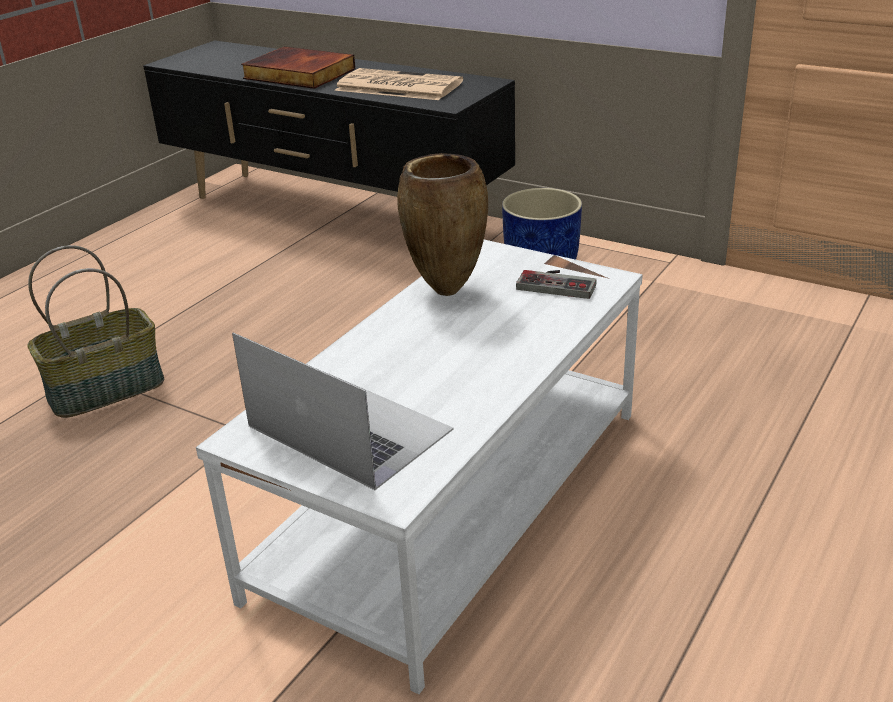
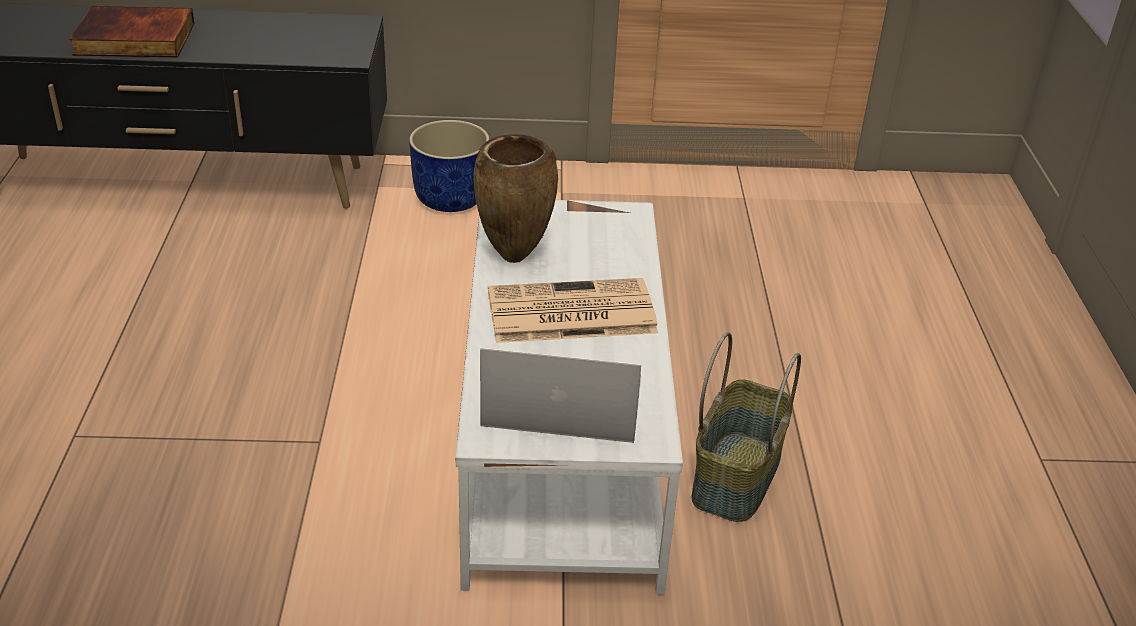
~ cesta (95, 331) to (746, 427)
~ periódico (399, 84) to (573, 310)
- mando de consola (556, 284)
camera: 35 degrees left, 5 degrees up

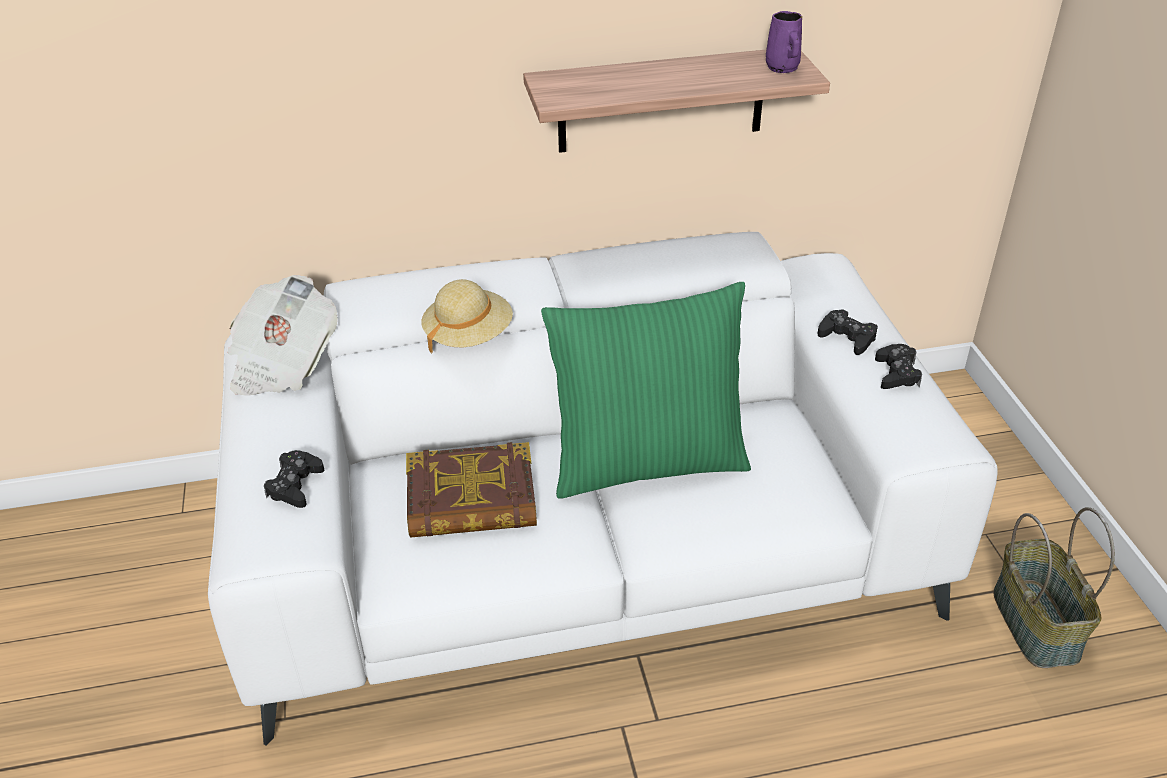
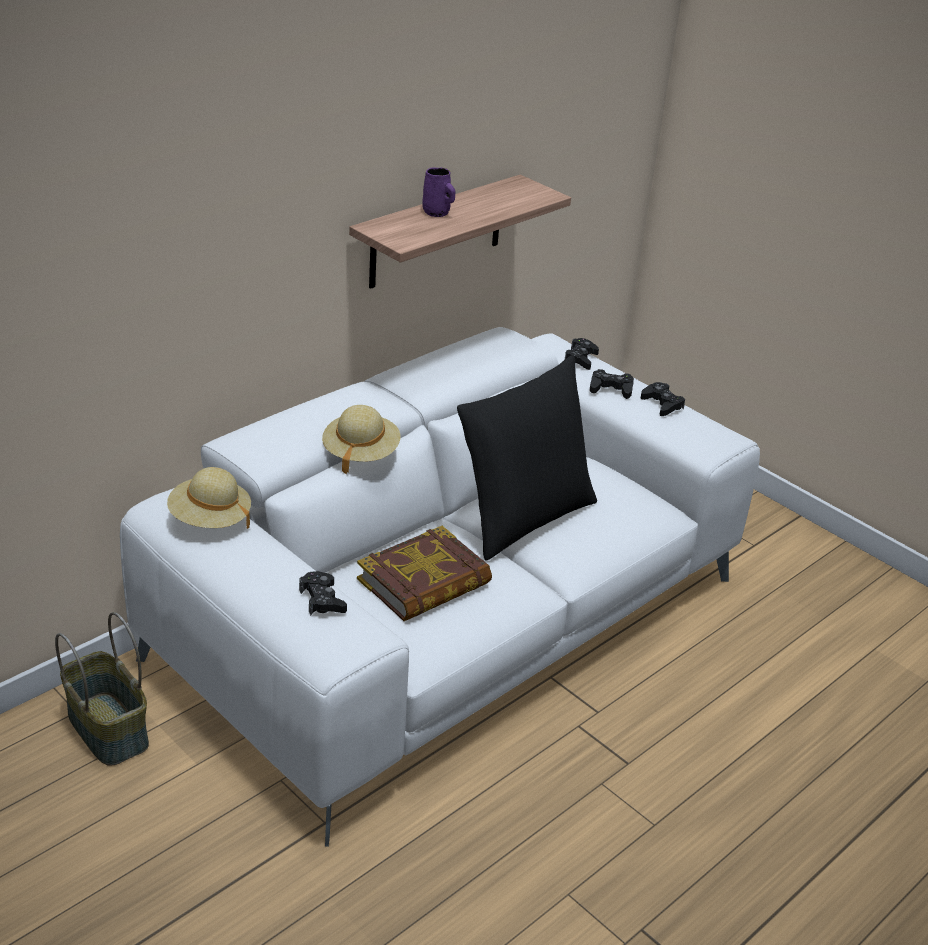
~ periódico (282, 335) to sombrero (beis) (209, 498)
~ cojín (verde) (646, 390) to cojín (negro) (527, 458)
~ taza grande (morado) (784, 42) to (438, 192)
~ cesta (1054, 587) to (102, 689)
+ mando de consola (negro) (582, 354)
camera: 35 degrees left, 5 degrees down

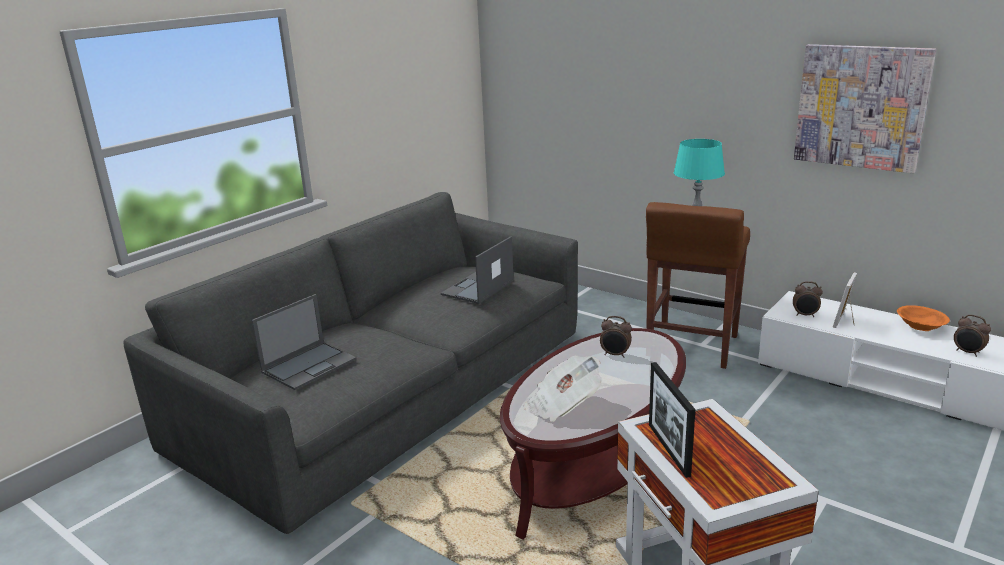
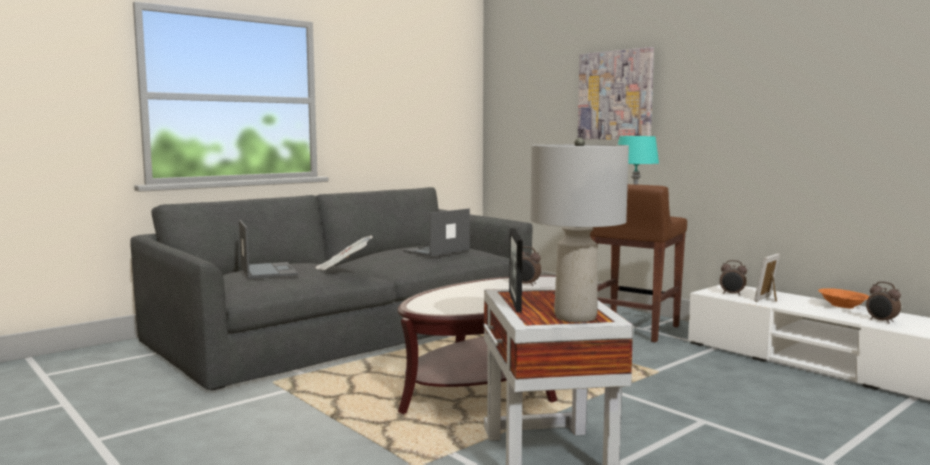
~ portátil (304, 342) = (268, 249) 75 degrees counterclockwise
~ periódico (563, 388) to (344, 253)
~ cuadro (865, 108) to (616, 93)
+ lámpara de mesa (gris) (579, 230)
camera: 10 degrees right, 15 degrees down

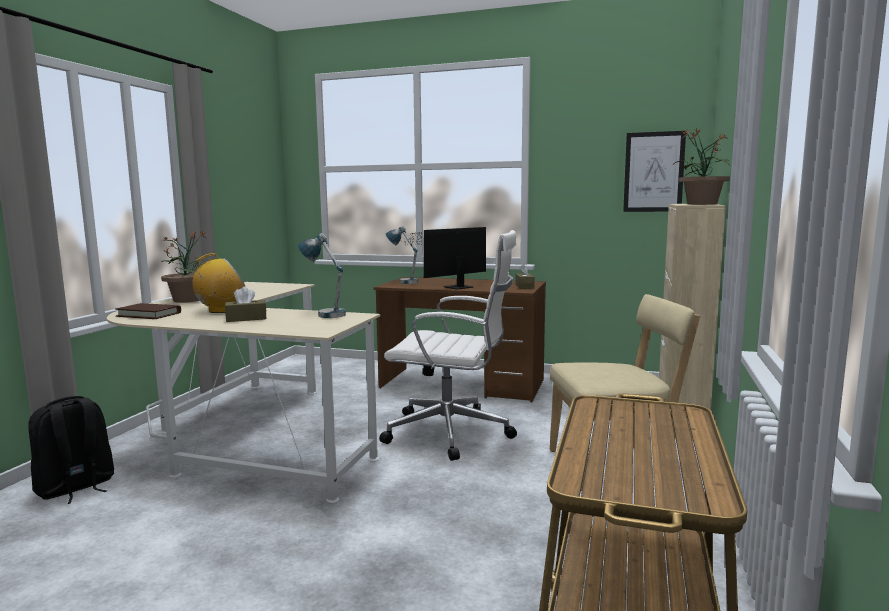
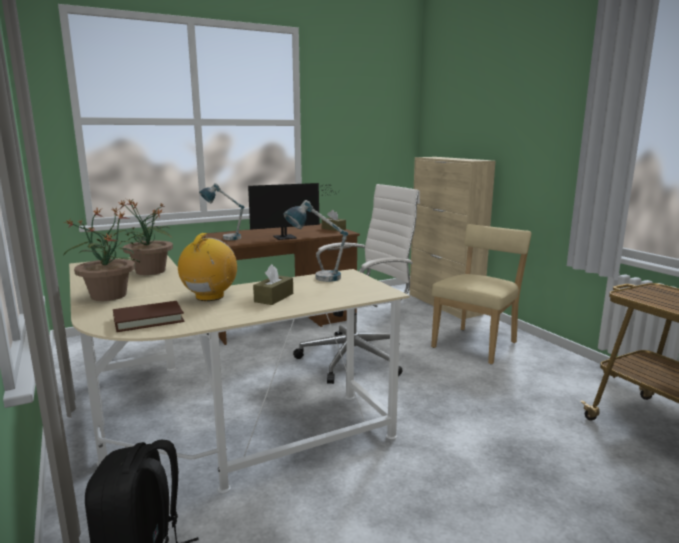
~ monitor (443, 258) = (294, 211) 120 degrees counterclockwise
- cuadro (654, 171)
~ planta en maceta (701, 166) to (143, 237)
camera: 45 degrees left, 5 degrees up

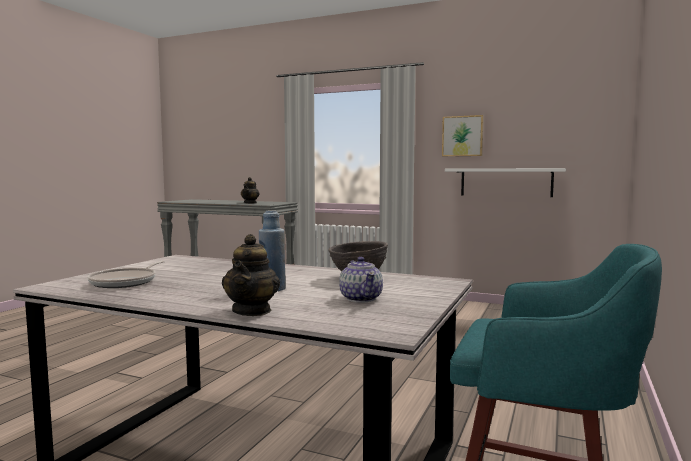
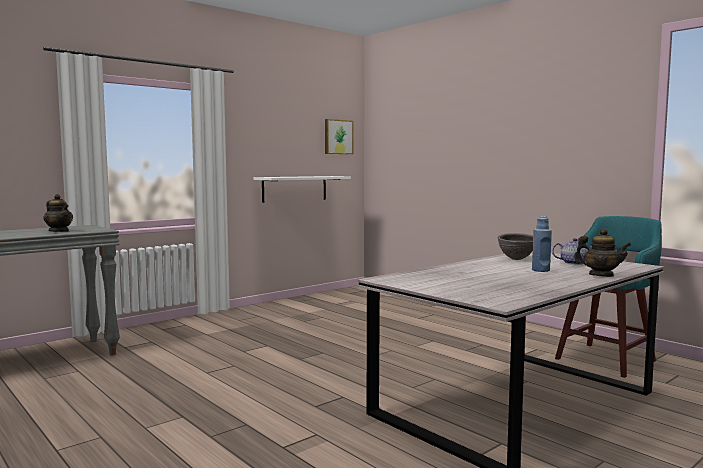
- sartén (126, 274)
~ cuadro (463, 135) to (339, 136)
camera: 65 degrees left, 0 degrees up

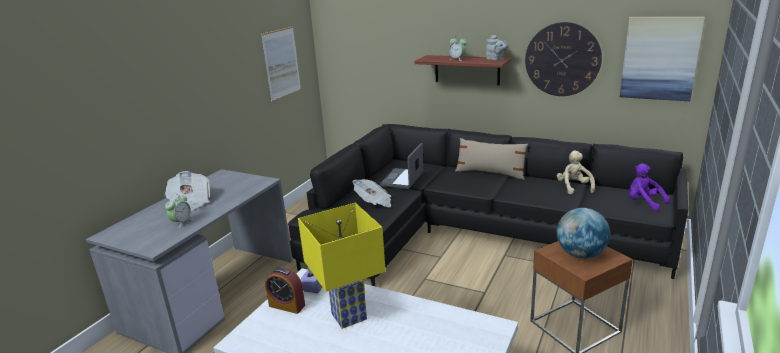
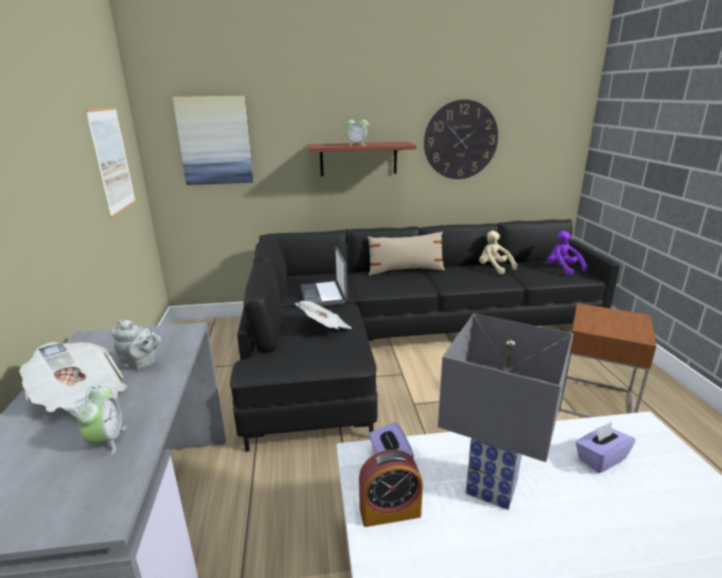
~ lámpara de mesa (amarillo) (342, 266) to lámpara de mesa (gris) (505, 411)
~ tetera (gris) (497, 47) to (136, 345)
- globo terráqueo (584, 233)
~ cuadro (662, 59) to (212, 140)
~ peluche (morado) (649, 187) = (567, 253) 45 degrees clockwise
+ caja de pañuelos (morado) (605, 447)
camera: 35 degrees left, 0 degrees up

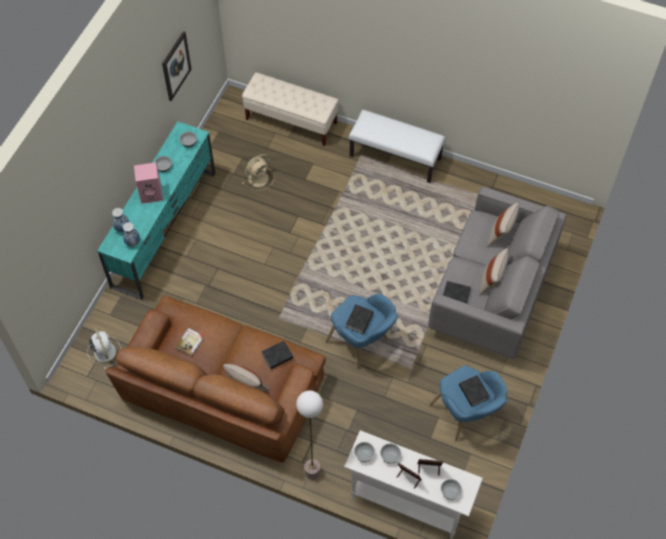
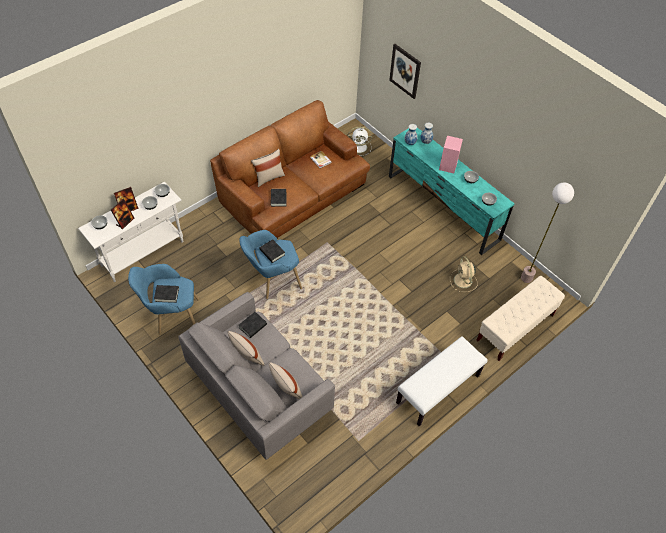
~ cuadro (177, 66) to (405, 71)
~ lámpara de pie (309, 435) to (547, 233)
camera: 115 degrees right, 5 degrees down

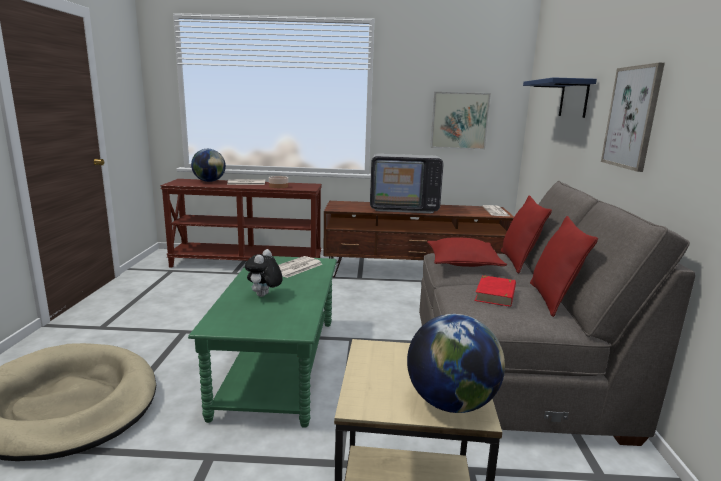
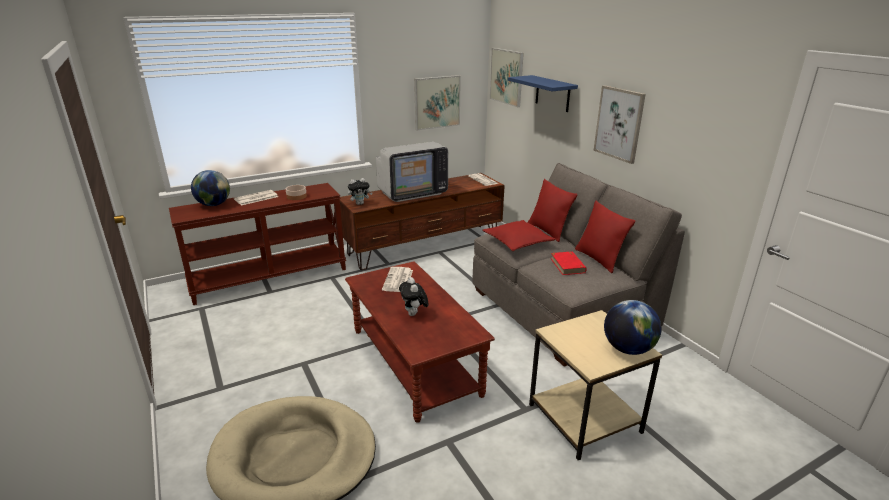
~ mesa de centro (verde) (262, 342) to mesa de centro (marrón) (420, 342)
+ peluche (360, 191)
+ cuadro (507, 77)
camera: 30 degrees left, 10 degrees up

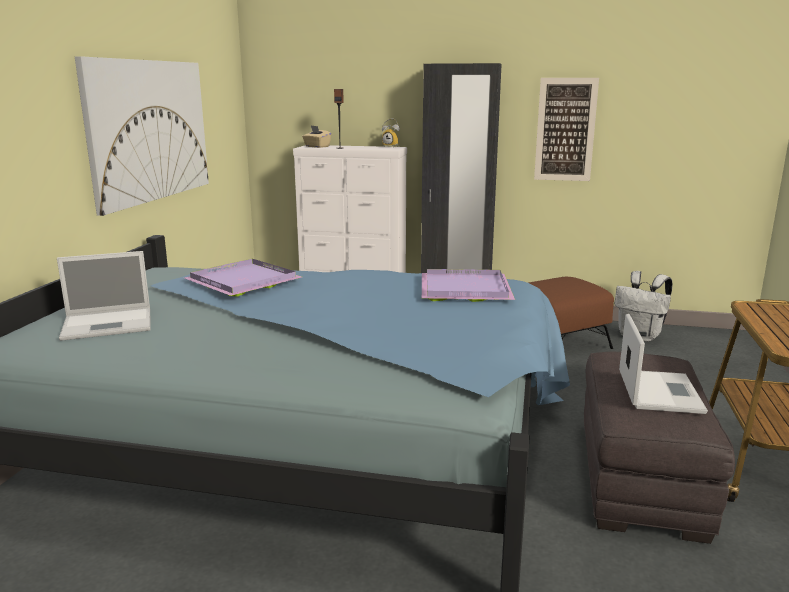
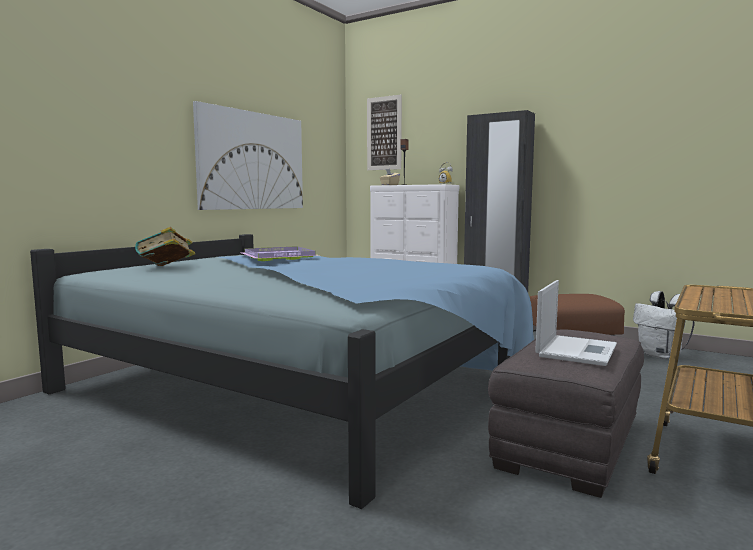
~ portátil (104, 296) to libro (165, 246)
- bandeja (morado) (468, 285)
~ cuadro (566, 129) to (384, 132)
camera: 20 degrees right, 10 degrees down

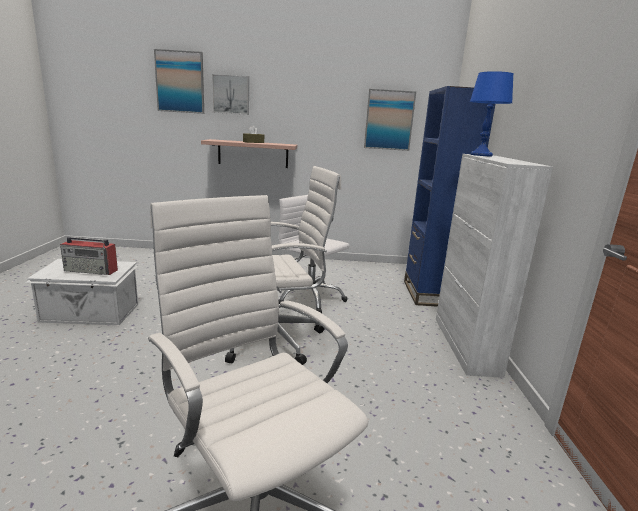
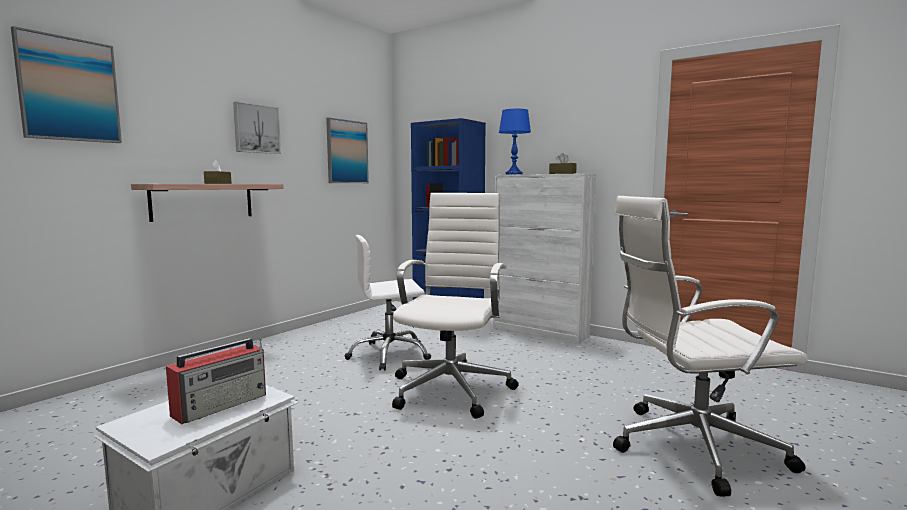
~ cuadro (230, 94) to (257, 127)
+ caja de pañuelos (marrón) (563, 163)
camera: 55 degrees left, 10 degrees down

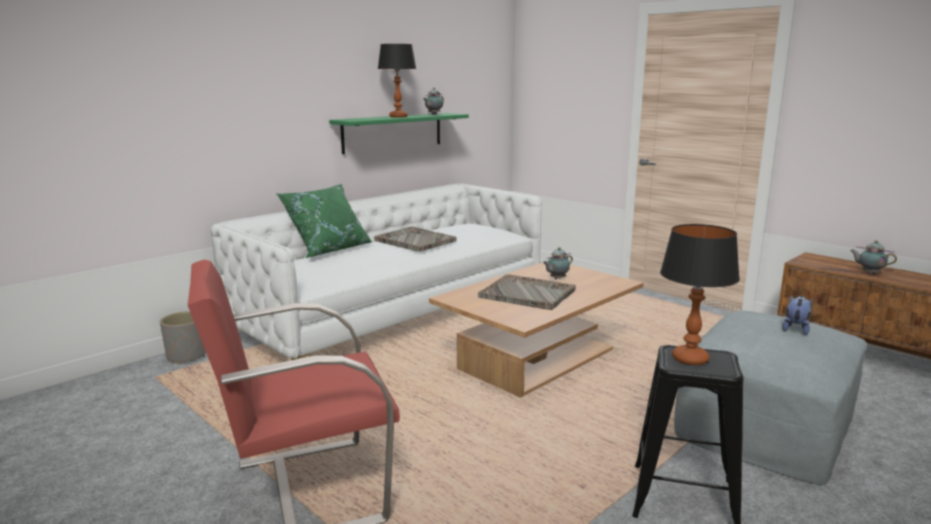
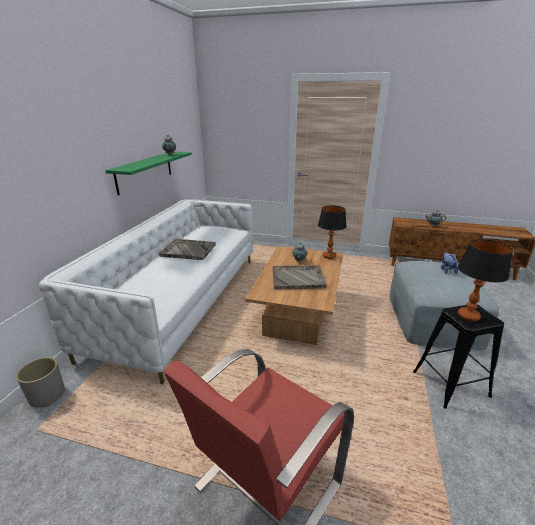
- cojín (verde) (324, 221)
~ lámpara de mesa (397, 81) to (332, 232)
camera: 30 degrees left, 10 degrees up

